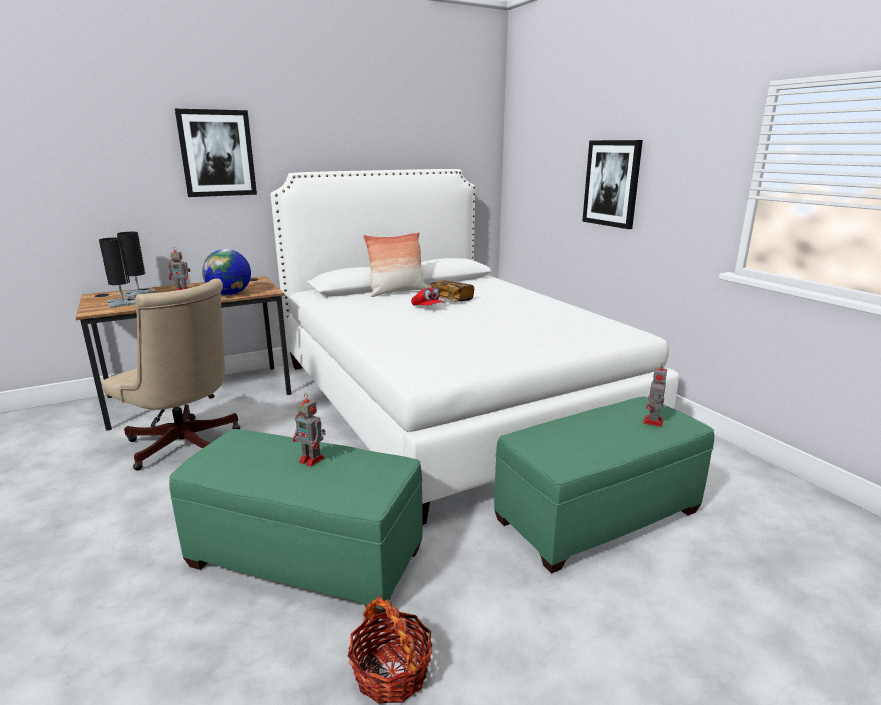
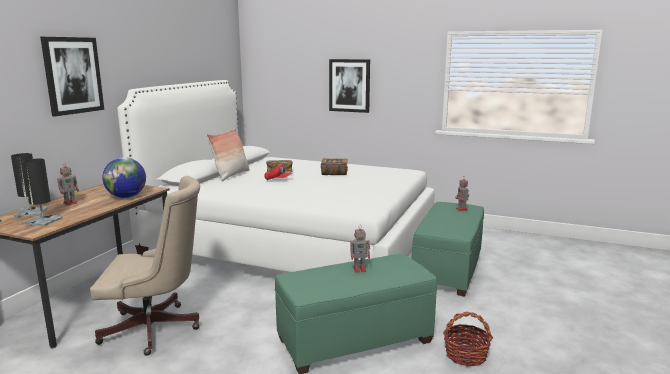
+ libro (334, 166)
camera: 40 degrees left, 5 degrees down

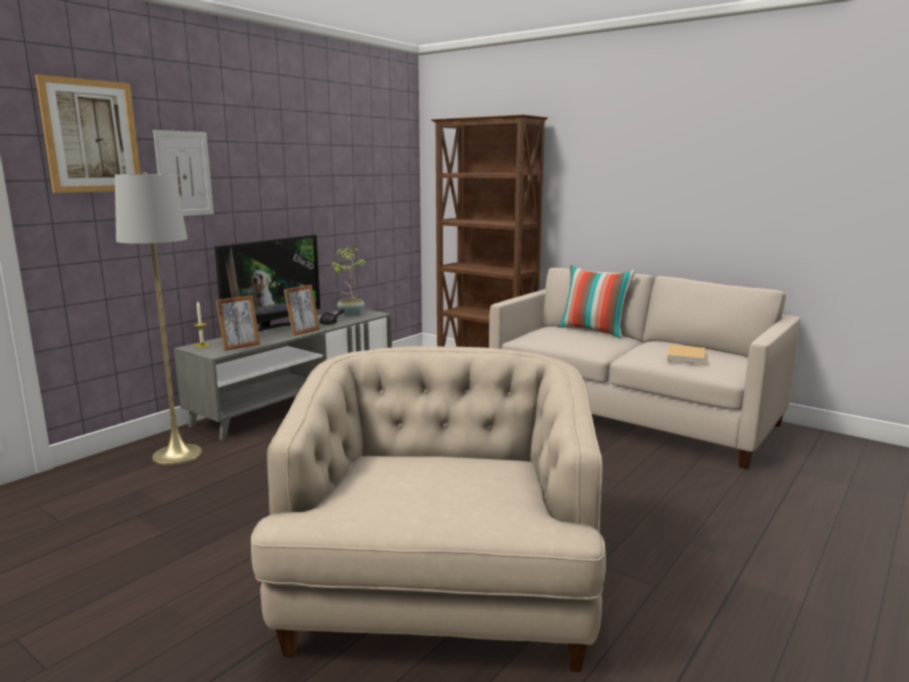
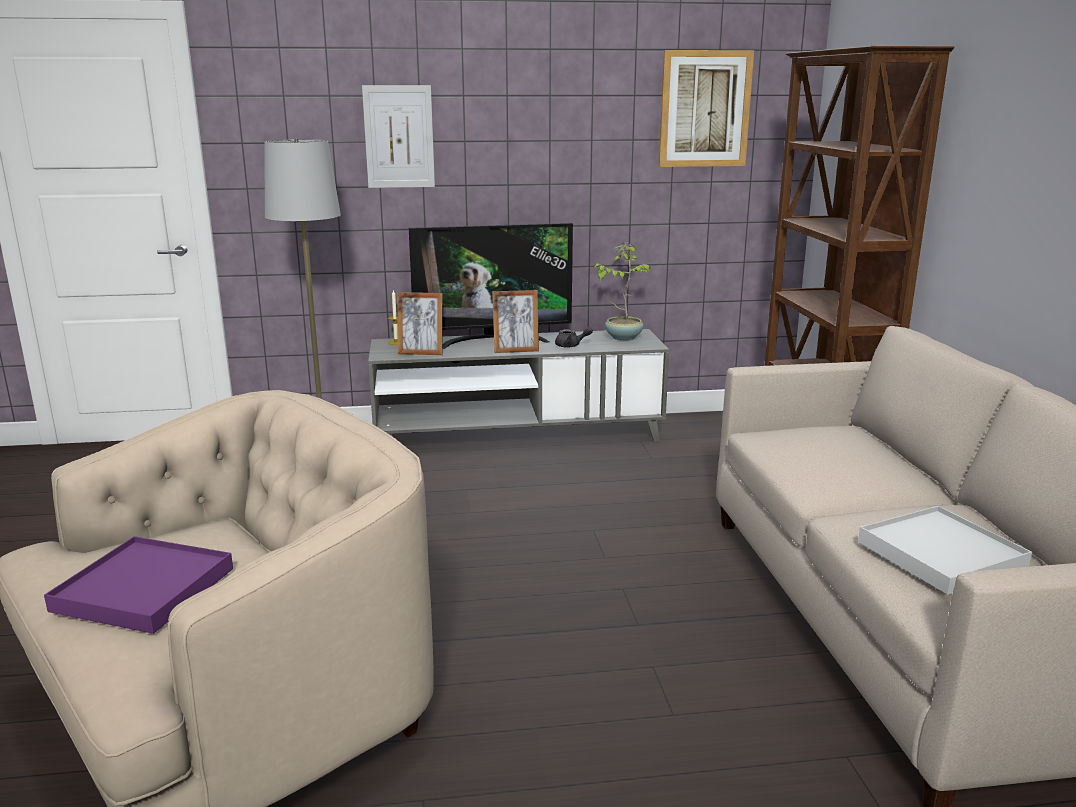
~ cuadro (88, 133) to (706, 108)
- cojín (597, 301)
~ libro (beis) (686, 354) to bandeja (blanco) (945, 550)
+ bandeja (morado) (138, 585)
camera: 45 degrees right, 5 degrees up

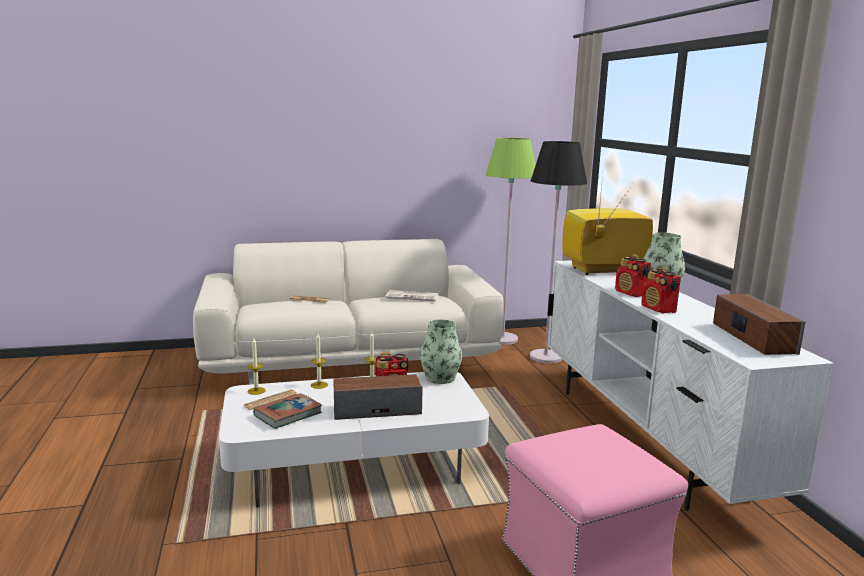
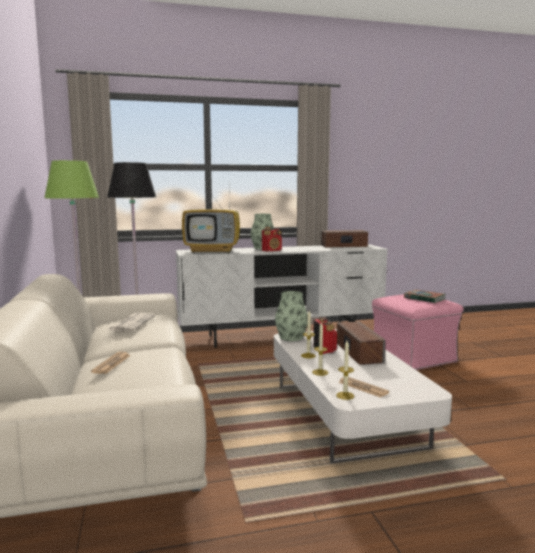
~ libro (287, 411) to (424, 296)
~ televisor (607, 225) = (211, 219) 75 degrees counterclockwise
- radio (661, 290)
camera: 90 degrees left, 5 degrees down

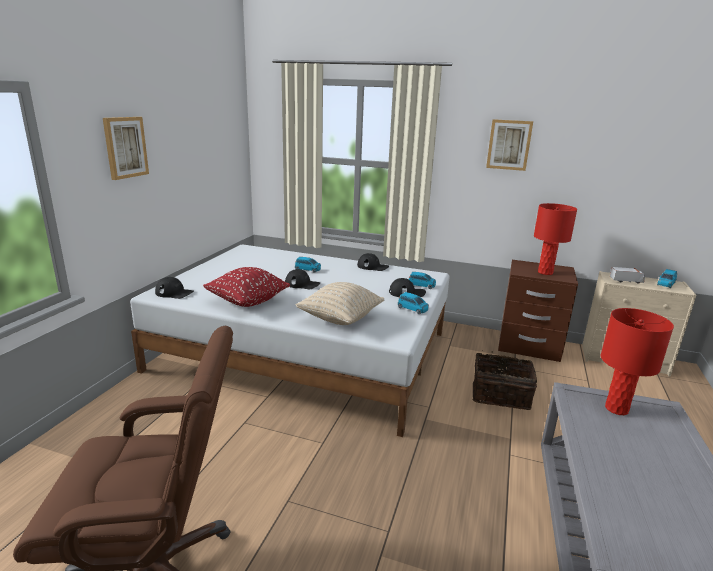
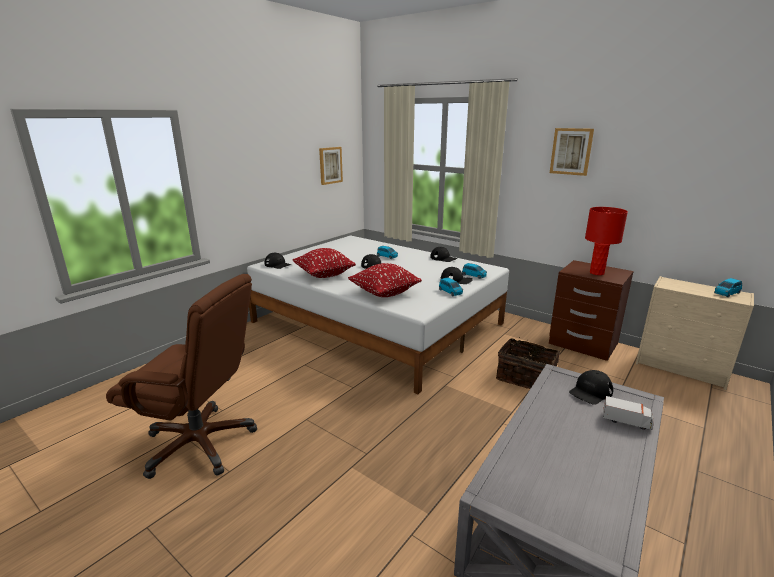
~ cuadro (126, 148) to (331, 166)
~ cojín (beis) (340, 303) to cojín (rojo) (385, 280)
~ lámpara de mesa (rojo) (637, 361) to gorra (negro) (591, 387)
~ camión de juguete (627, 275) to (628, 413)
camera: 20 degrees right, 0 degrees up

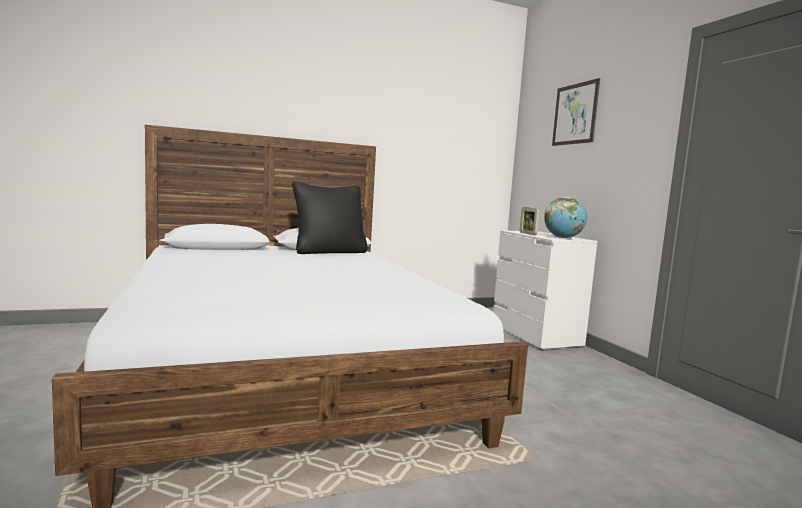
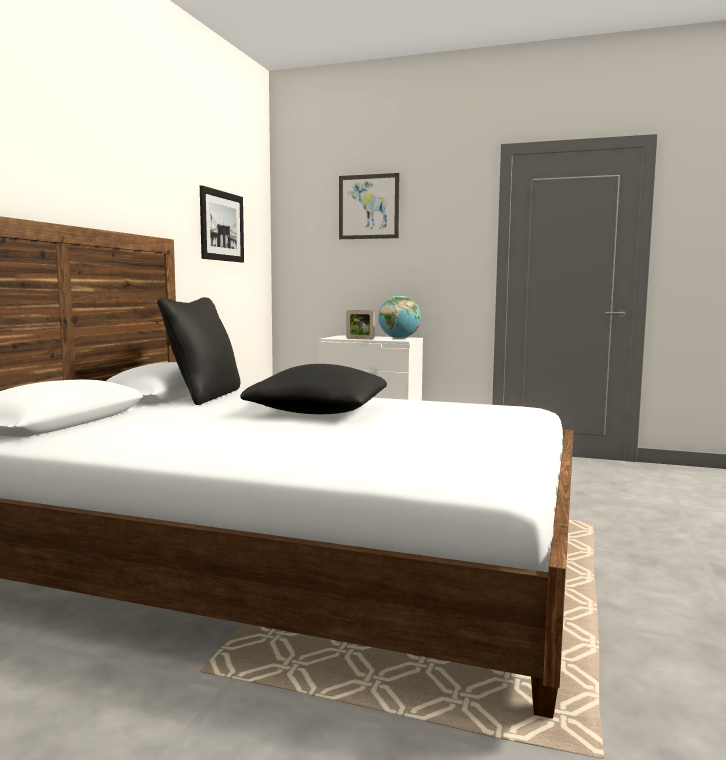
+ cuadro (222, 223)
+ cojín (negro) (313, 389)
camera: 50 degrees left, 0 degrees up

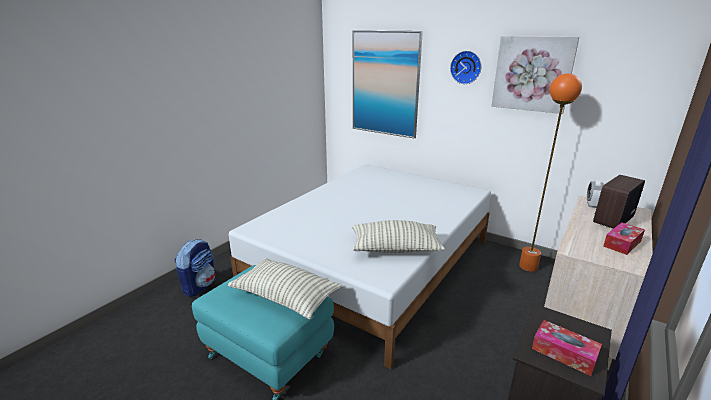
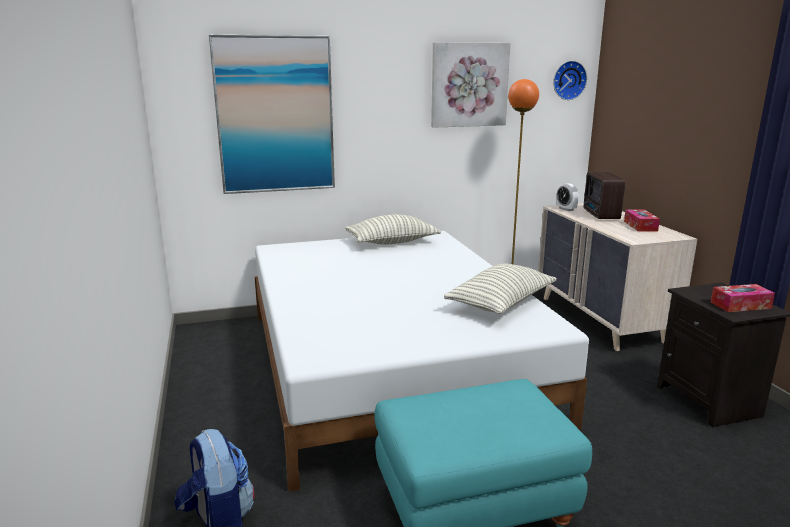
~ cojín (285, 289) to (393, 229)
~ reloj de pared (465, 67) to (570, 80)
camera: 50 degrees left, 5 degrees down

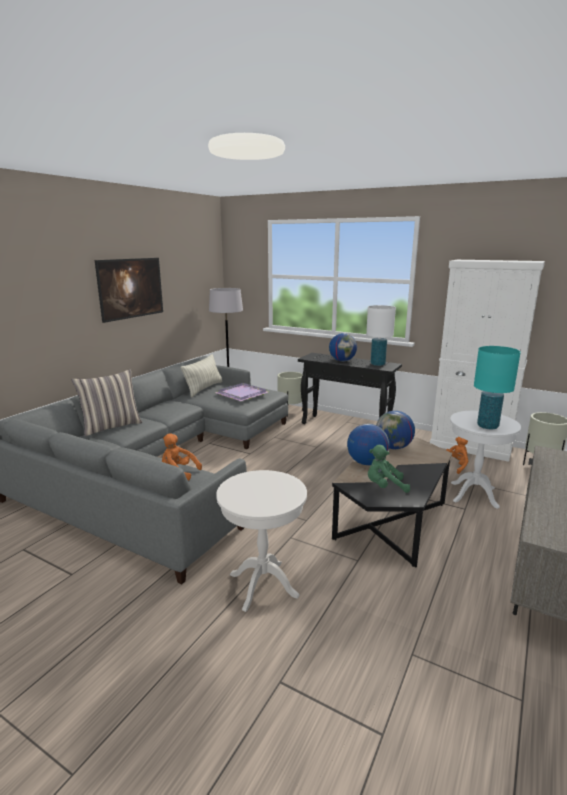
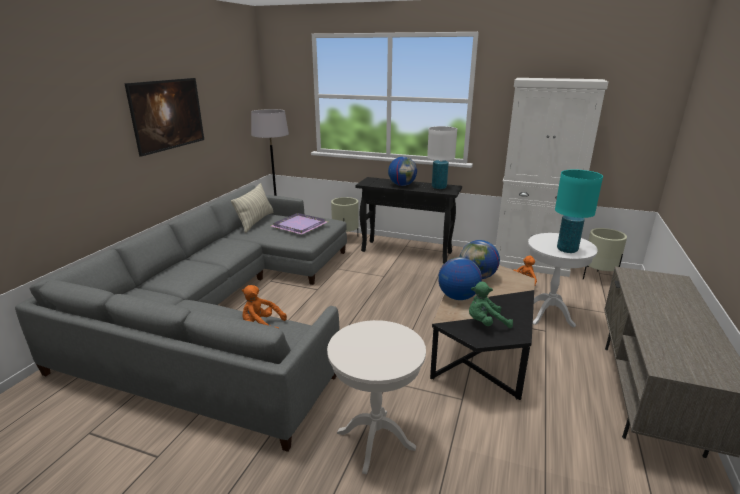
- cojín (107, 402)
camera: 10 degrees left, 5 degrees up

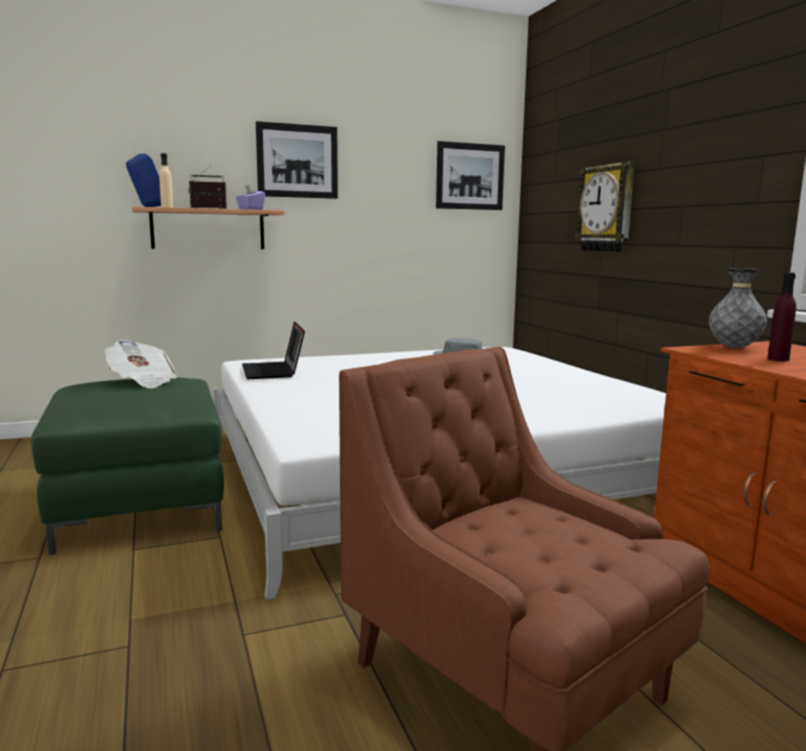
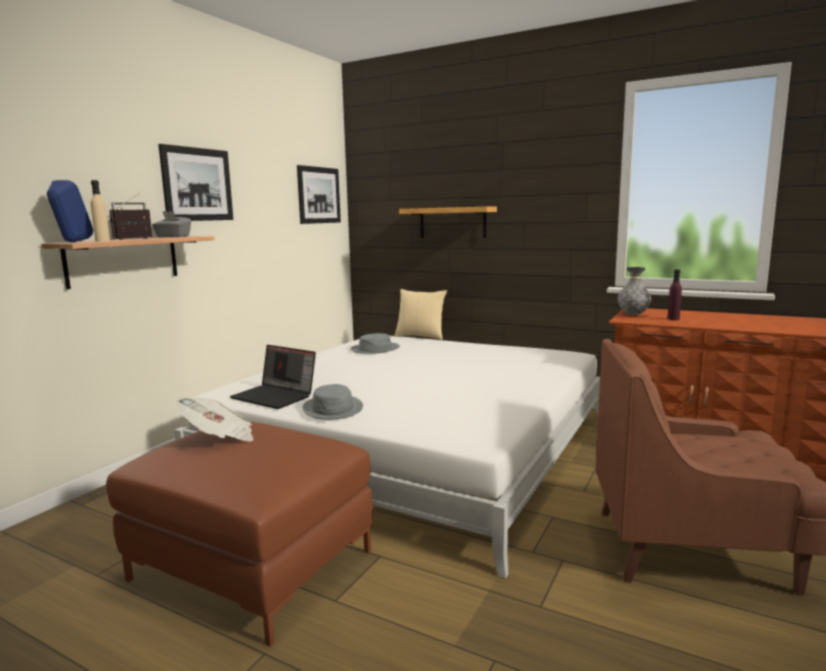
~ puf (verde) (127, 466) to puf (marrón) (239, 534)
~ caja de pañuelos (morado) (250, 197) to caja de pañuelos (gris) (171, 224)
~ reloj de pared (604, 206) to estante (448, 222)
+ sombrero (gris) (332, 402)
+ cojín (420, 314)
camera: 40 degrees left, 0 degrees up

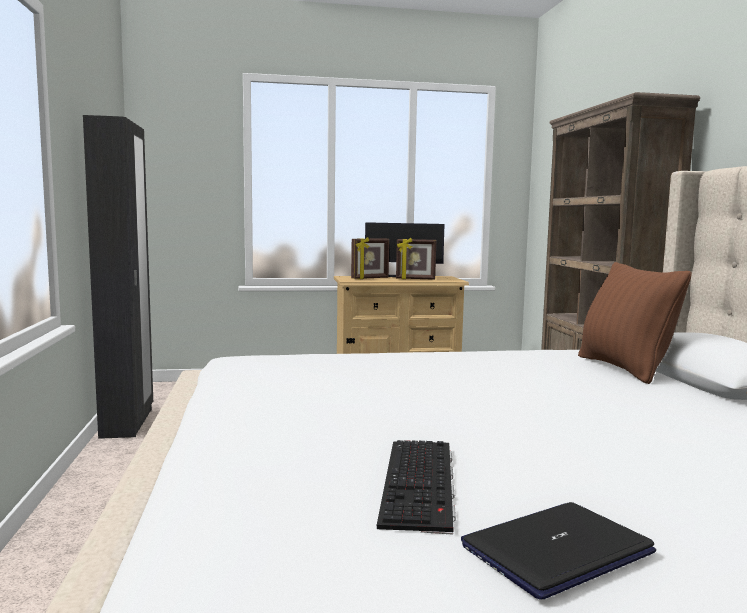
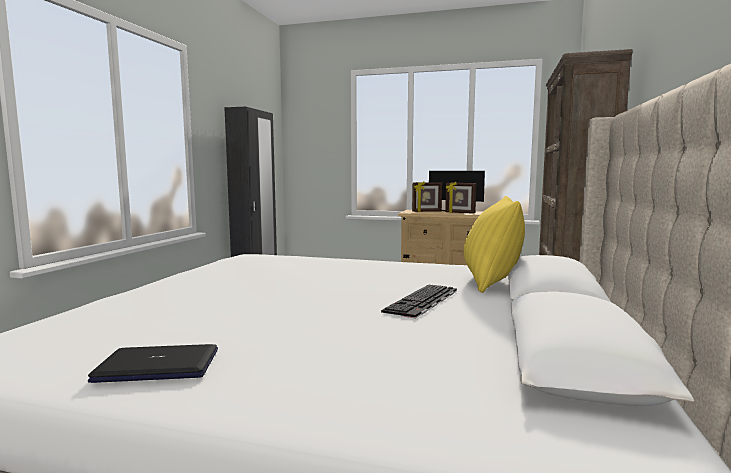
~ teclado (416, 487) to (419, 301)
~ cojín (marrón) (635, 323) to cojín (amarillo) (494, 244)
camera: 25 degrees right, 0 degrees up

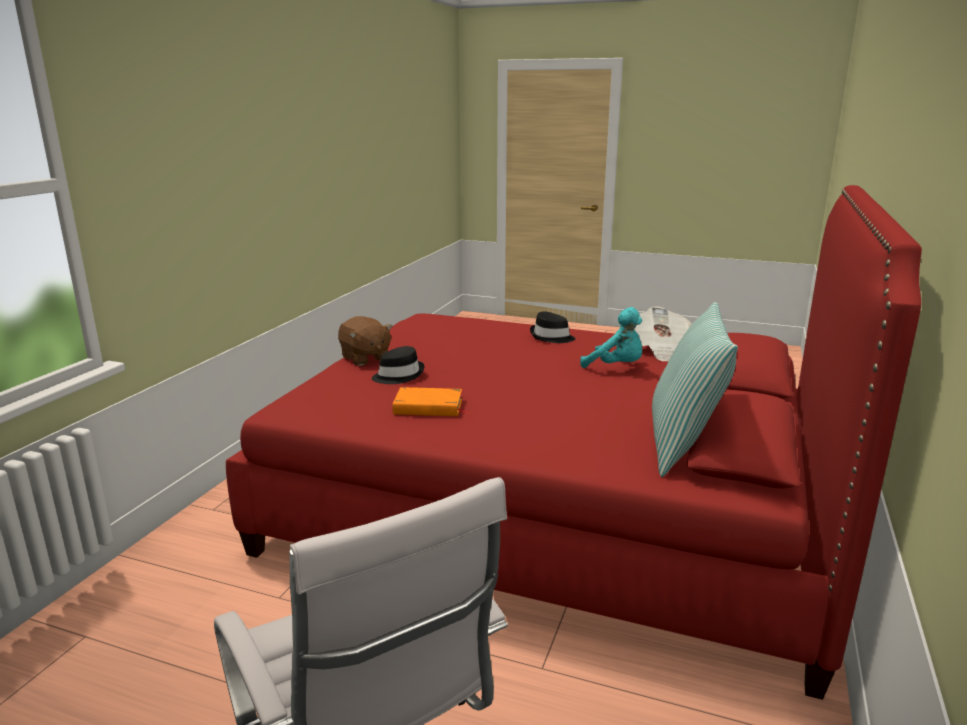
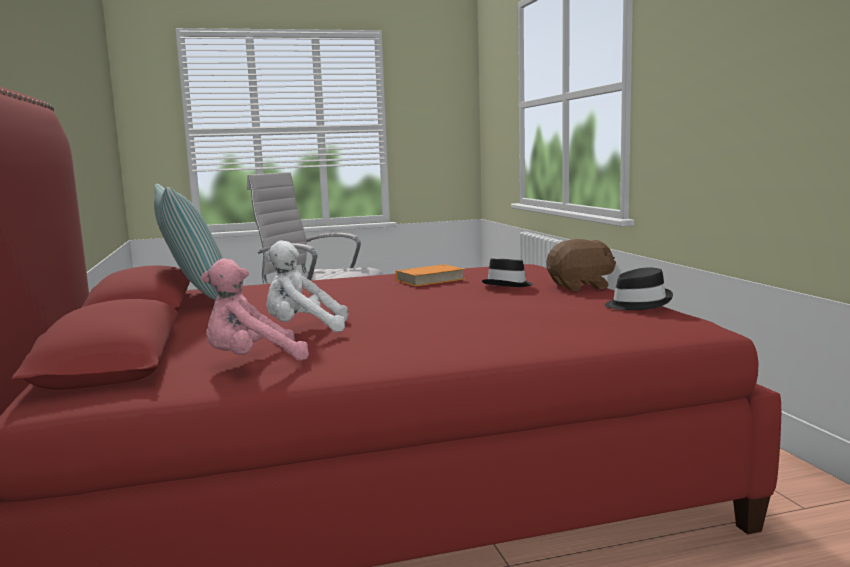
~ peluche (marrón) (365, 341) = (581, 265) 150 degrees clockwise
~ sombrero (negro) (552, 327) to (639, 289)
~ peluche (turquesa) (611, 337) to peluche (blanco) (306, 286)
~ periódico (663, 333) to peluche (rosa) (255, 310)
camera: 145 degrees right, 10 degrees down

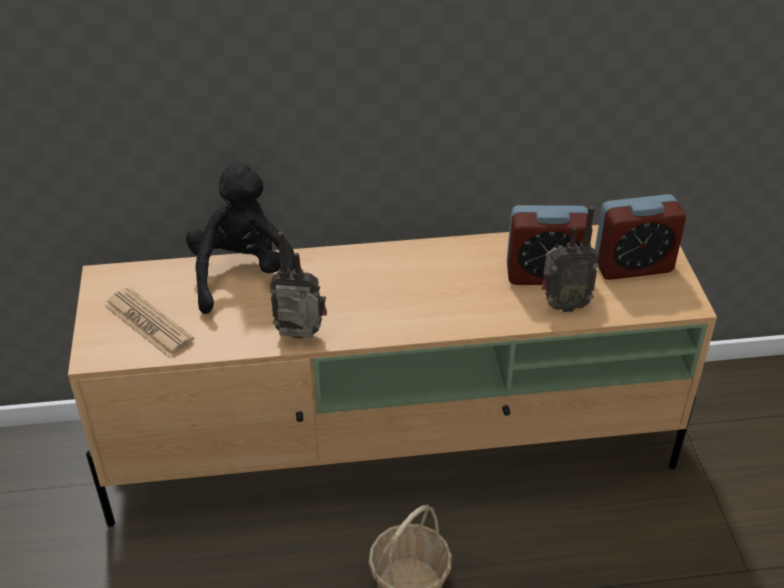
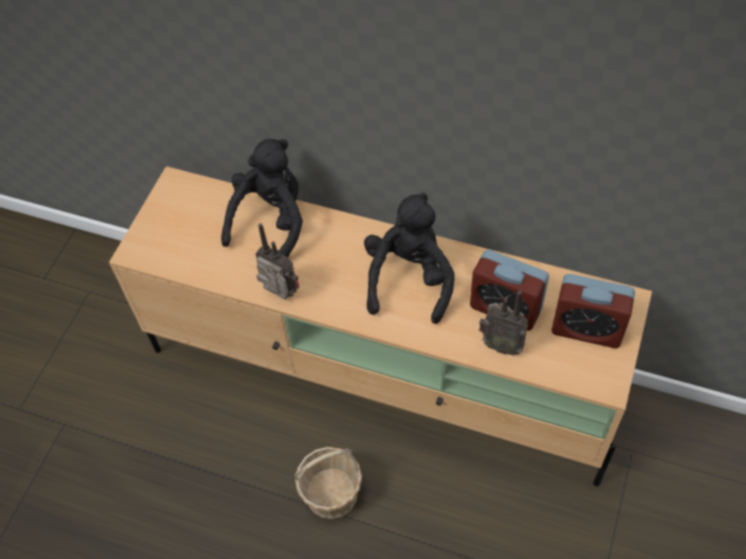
- periódico (149, 322)
+ peluche (negro) (409, 258)
camera: 30 degrees right, 15 degrees up

